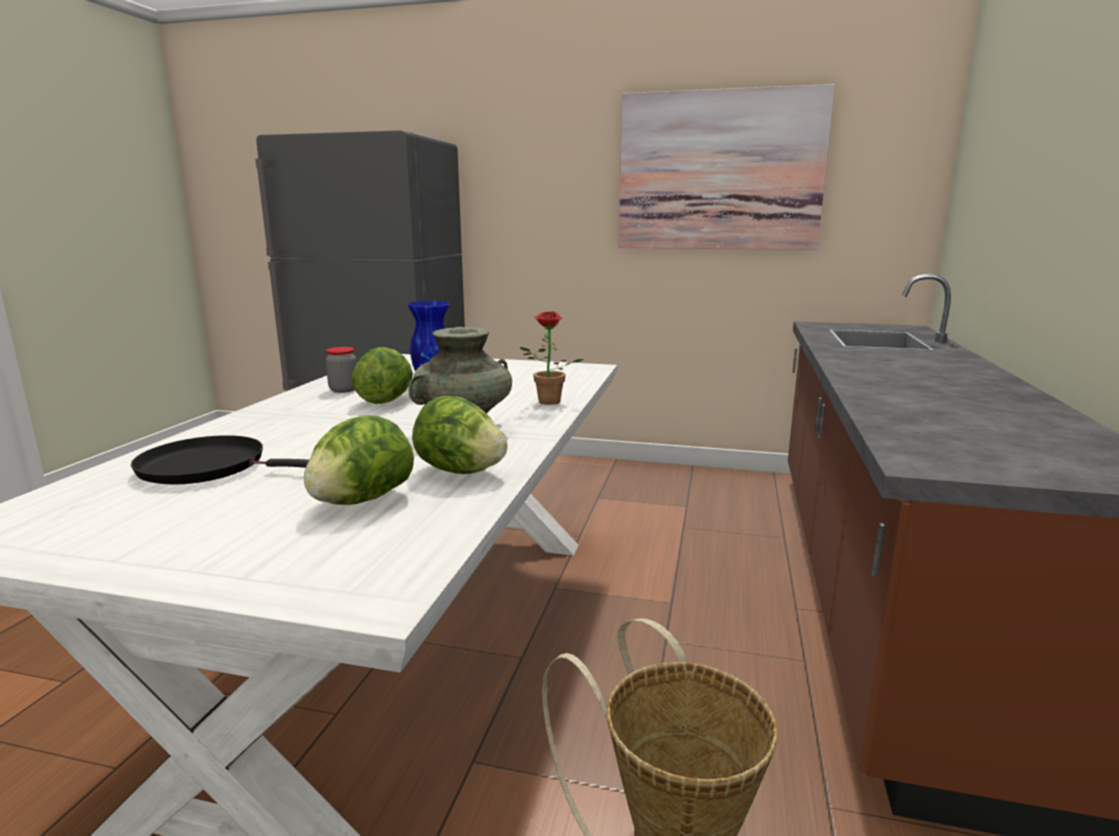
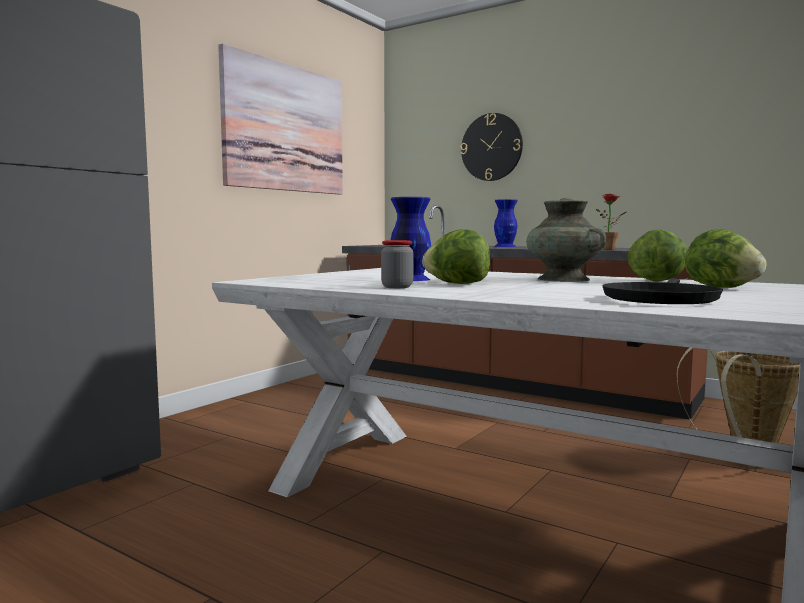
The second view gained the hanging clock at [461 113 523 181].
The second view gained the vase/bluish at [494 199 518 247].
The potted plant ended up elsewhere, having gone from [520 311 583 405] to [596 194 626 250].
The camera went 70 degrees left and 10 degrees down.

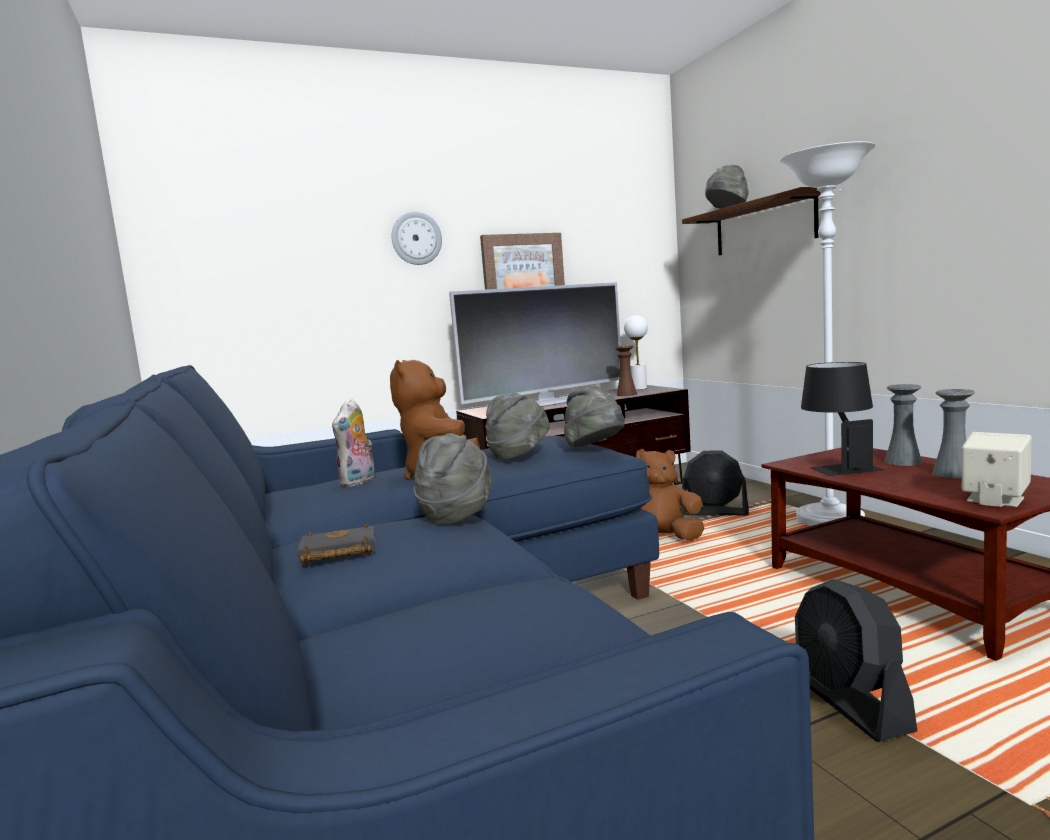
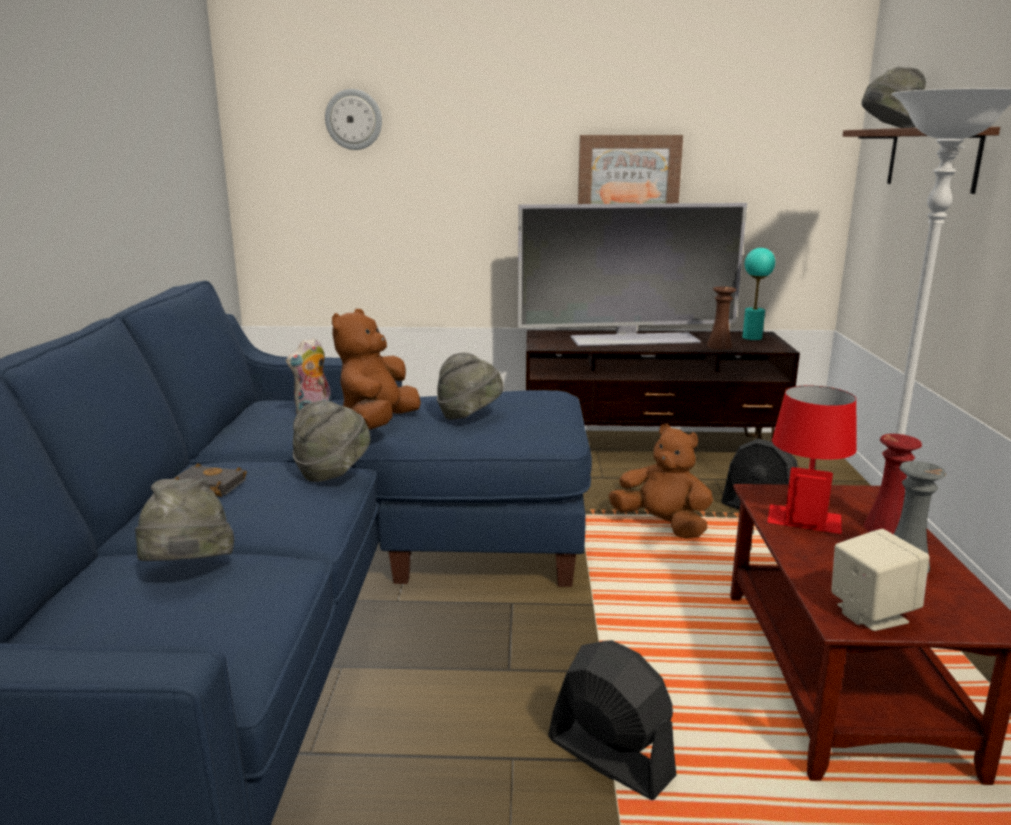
The hanging clock ended up elsewhere, having gone from [391 212 442 265] to [325 89 382 150].
The clothing hat/greyish ended up elsewhere, having gone from [564 386 625 447] to [135 479 234 561].
What was the lamp for a table/white-coloured at [624 315 648 390] turned into the lamp for a table/blue-green at [742 248 775 340].
What was the lamp for a table/blackish at [801 362 884 476] turned into the lamp for a table/red at [767 385 857 534].
What was the vase/greyish at [884 384 922 466] turned into the vase/red at [864 434 922 534].
The electric fan/blackish at [795 579 917 742] ended up facing another way, 120 degrees clockwise from before.
The camera went 25 degrees right and 10 degrees up.

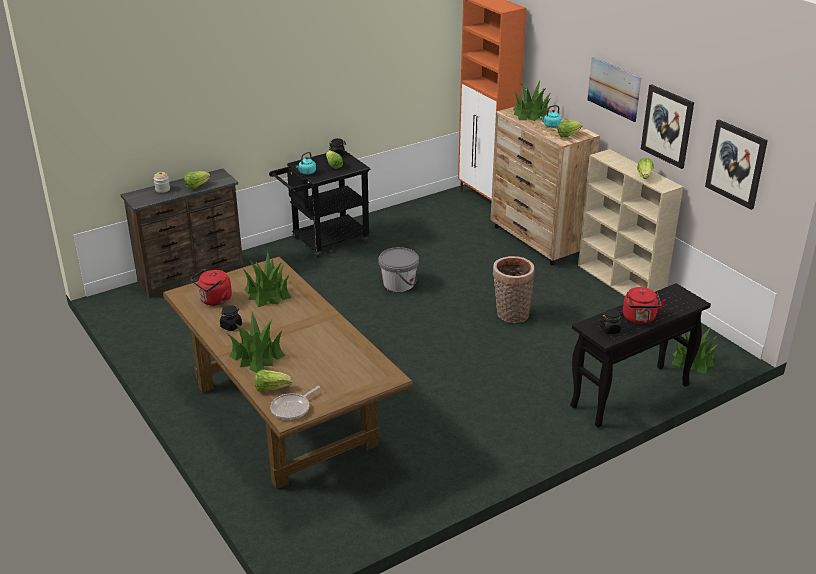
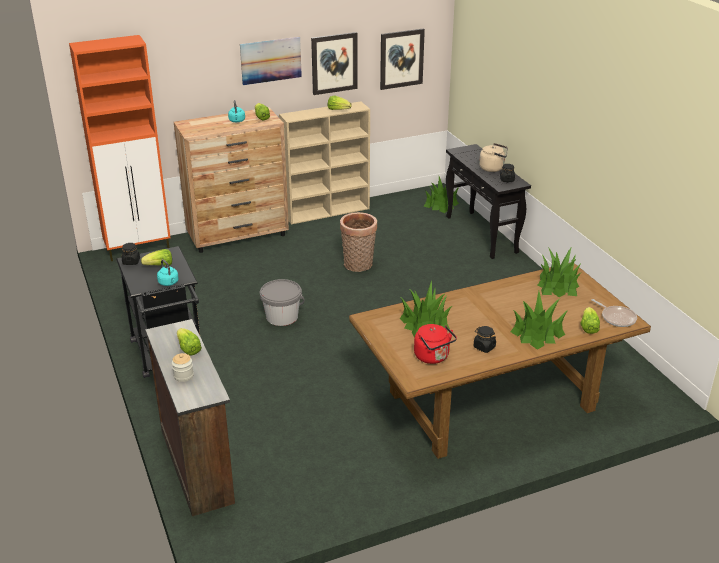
The potted plant ended up elsewhere, having gone from [513 81 551 121] to [537 247 581 297].
What was the water kettle/red at [623 287 666 324] turned into the water kettle/beige at [479 143 508 172].
The camera went 80 degrees left and 0 degrees up.

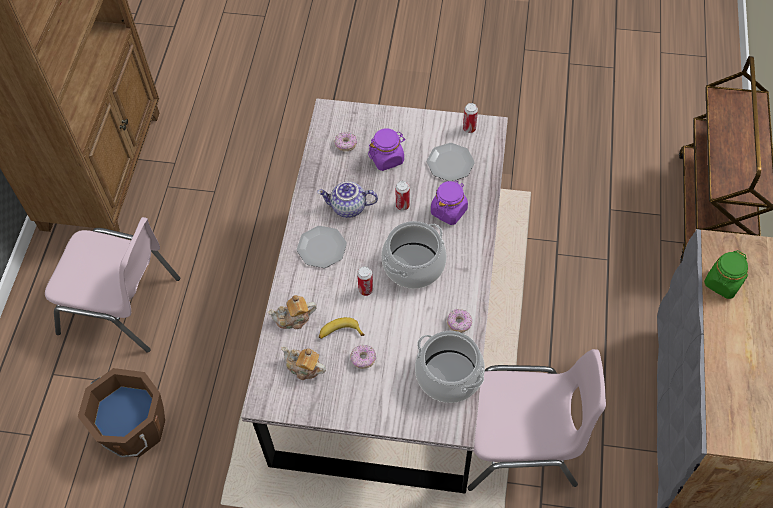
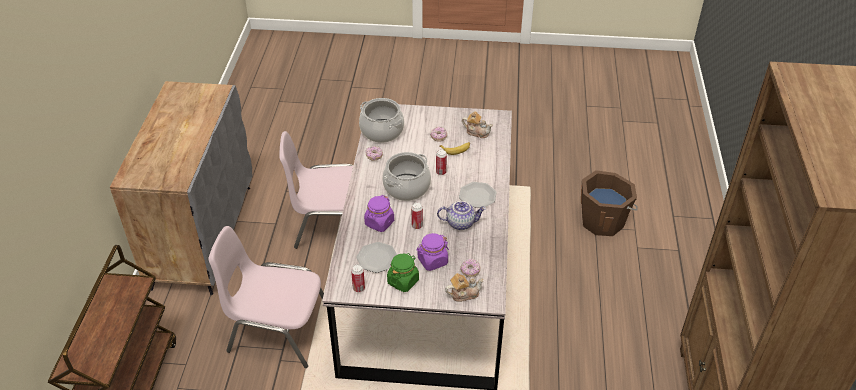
The chair/pink-coloured ended up elsewhere, having gone from [45 217 180 353] to [208 226 327 368].
The pot for tea ended up elsewhere, having gone from [268 295 317 329] to [445 273 484 302].
The jar/green ended up elsewhere, having gone from [704 250 748 299] to [387 253 419 292].
The camera went 175 degrees right and 15 degrees down.

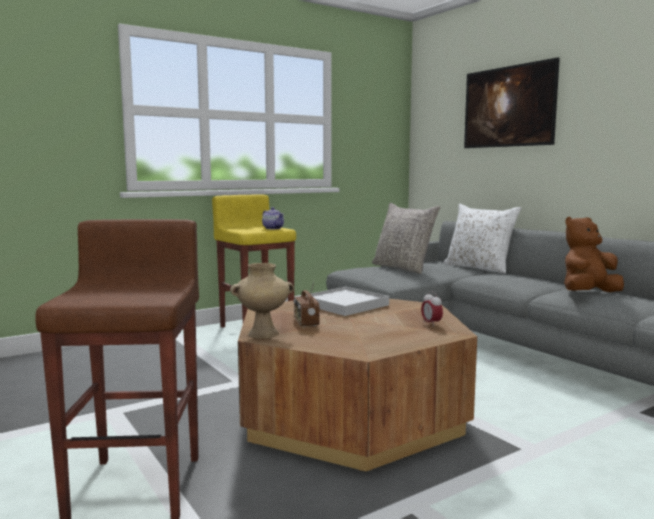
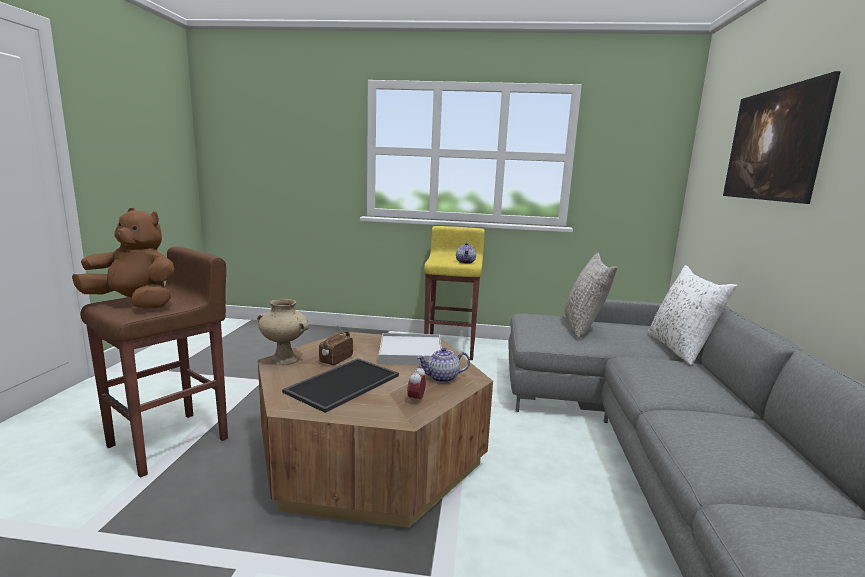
The second view gained the serving tray at [282 358 399 413].
The second view gained the pot for tea at [417 347 470 383].
The cuddly toy/brown-coloured ended up elsewhere, having gone from [564 217 624 292] to [72 208 175 309].
The camera went 40 degrees right and 5 degrees up.

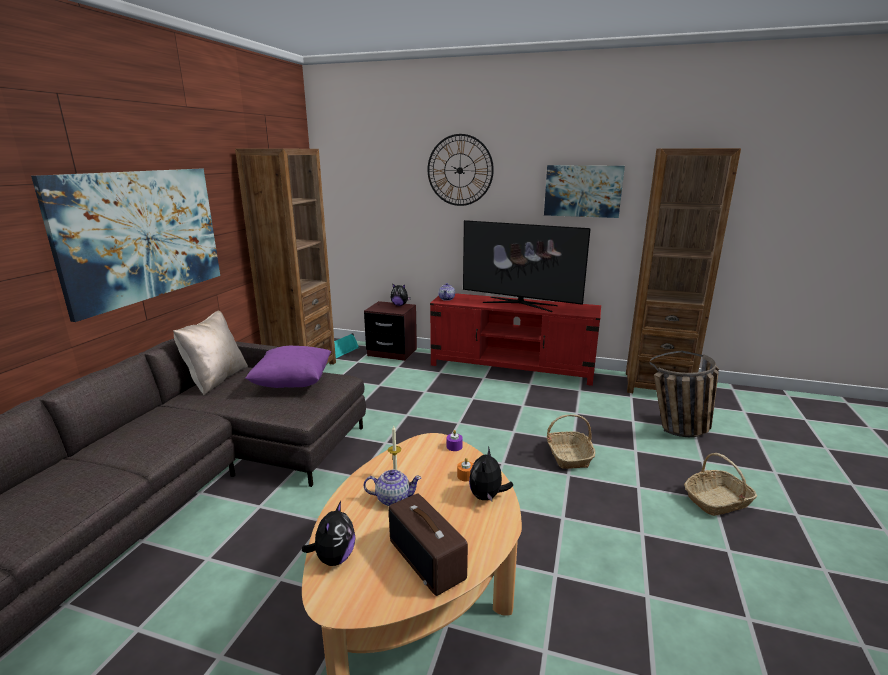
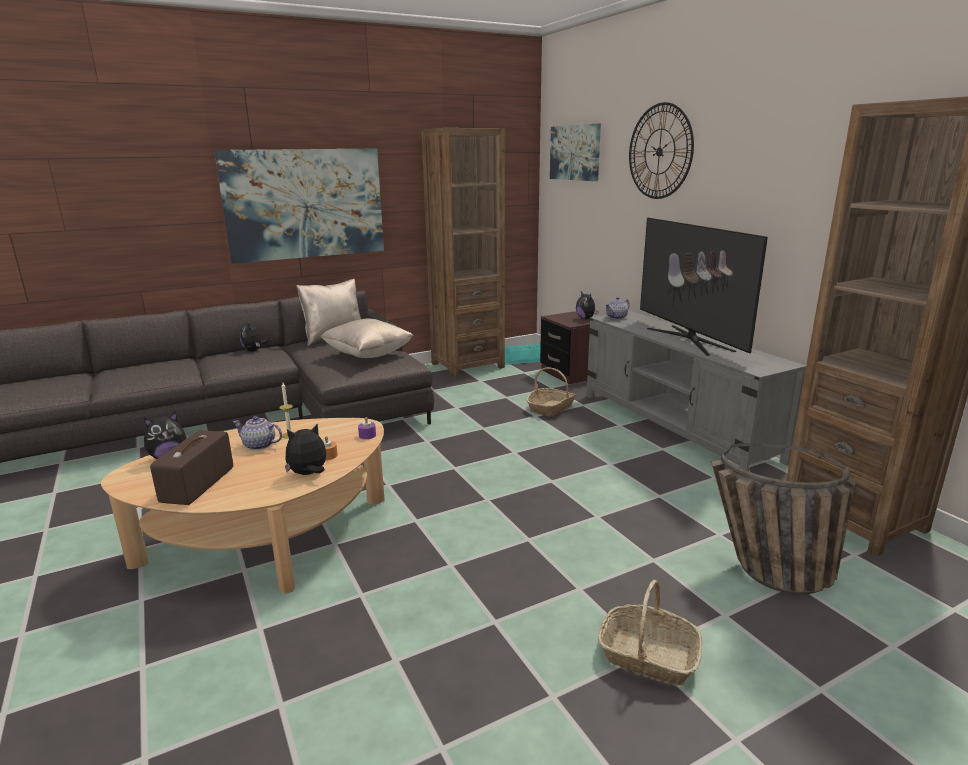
The second view gained the cuddly toy at [240 319 269 352].
The wall picture ended up elsewhere, having gone from [544 165 625 218] to [550 123 601 181].
The basket ended up elsewhere, having gone from [547 414 595 469] to [526 367 576 417].
What was the pillow/purplish at [245 346 331 388] turned into the pillow/beige at [320 319 414 358].
What was the tv unit/red at [430 293 601 386] turned into the tv unit/greyish at [586 311 806 471].
The pot for tea at [364 470 422 506] ended up facing another way, 150 degrees clockwise from before.
The camera went 45 degrees right and 0 degrees up.

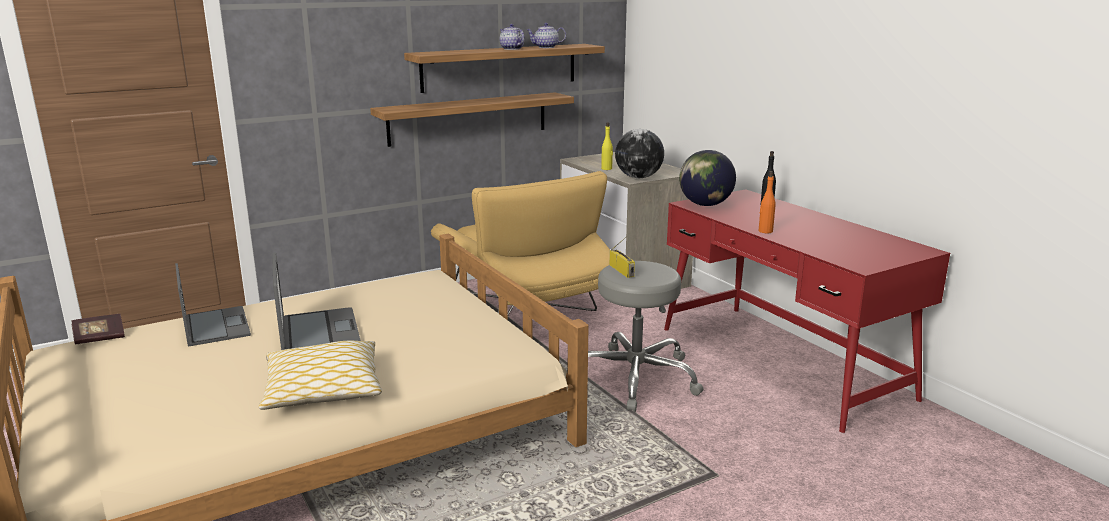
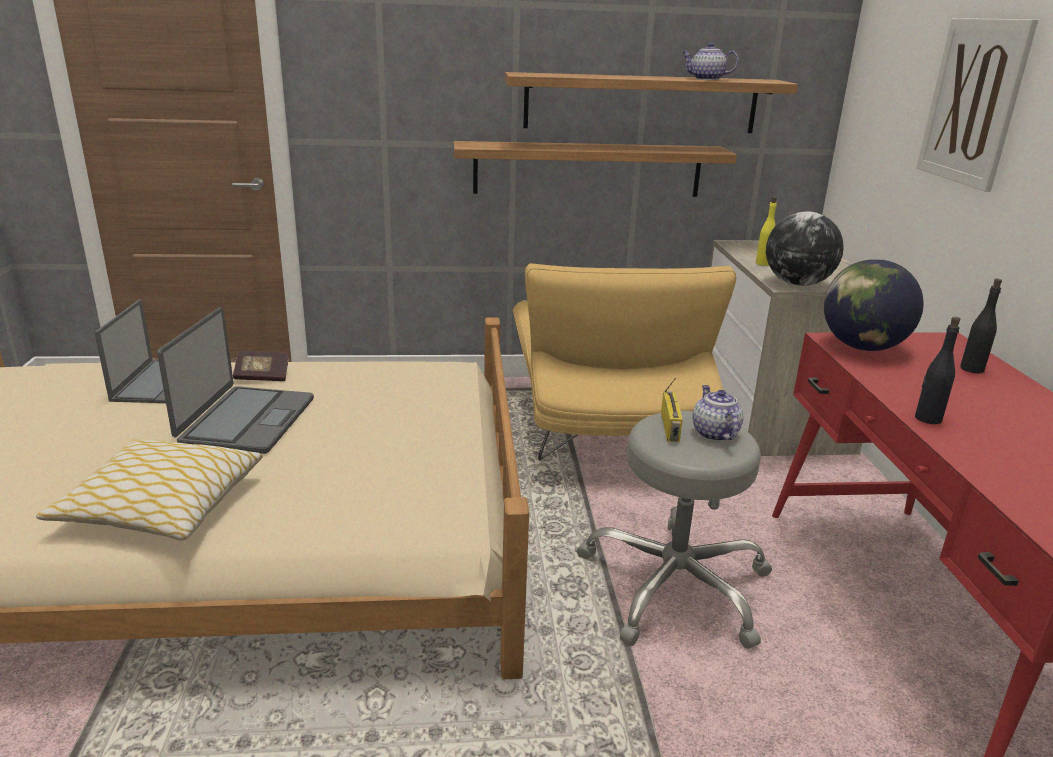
The second view gained the wall picture at [917 18 1038 192].
The book ended up elsewhere, having gone from [71 314 125 344] to [233 351 289 381].
The pot for tea ended up elsewhere, having gone from [500 24 524 50] to [692 385 744 441].
What was the bottle/orange at [758 171 776 233] turned into the bottle/blackish at [915 317 960 424].
The camera went 25 degrees right and 5 degrees up.

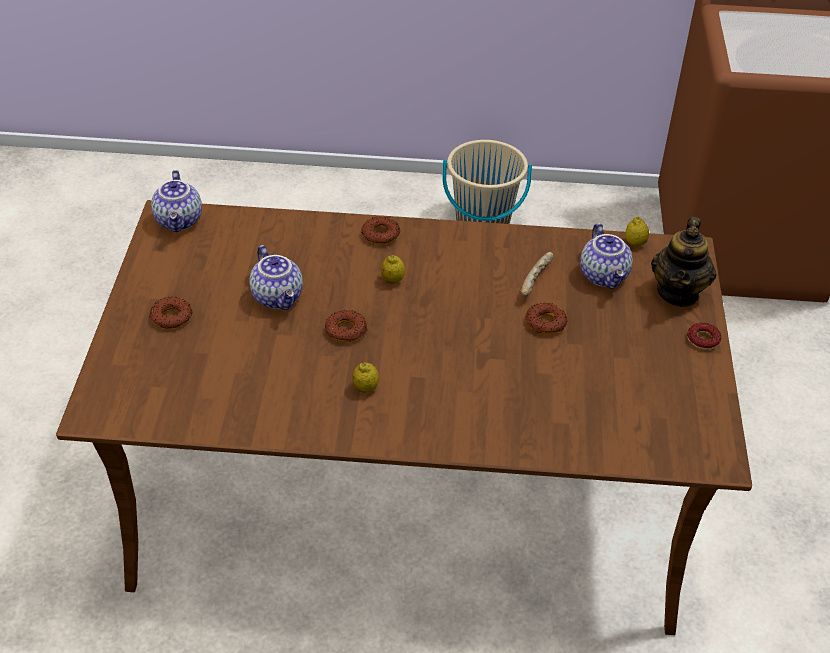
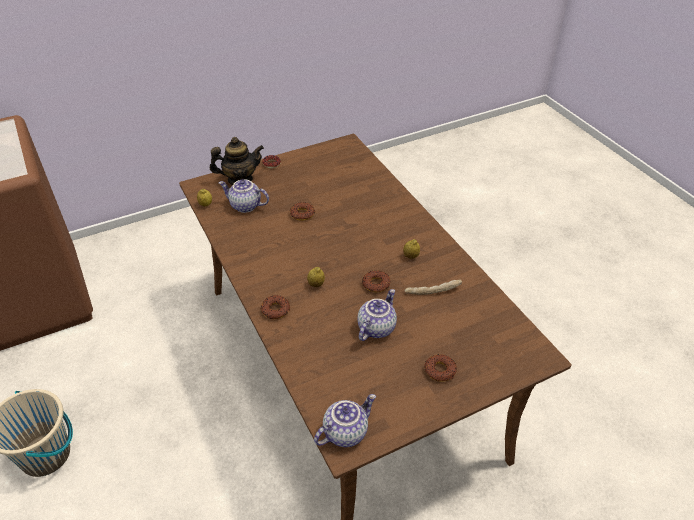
The bakery bread ended up elsewhere, having gone from [521 252 553 297] to [405 279 462 295].
The pot for tea at [580 223 633 289] ended up facing another way, 120 degrees counterclockwise from before.
The camera went 120 degrees left and 0 degrees up.

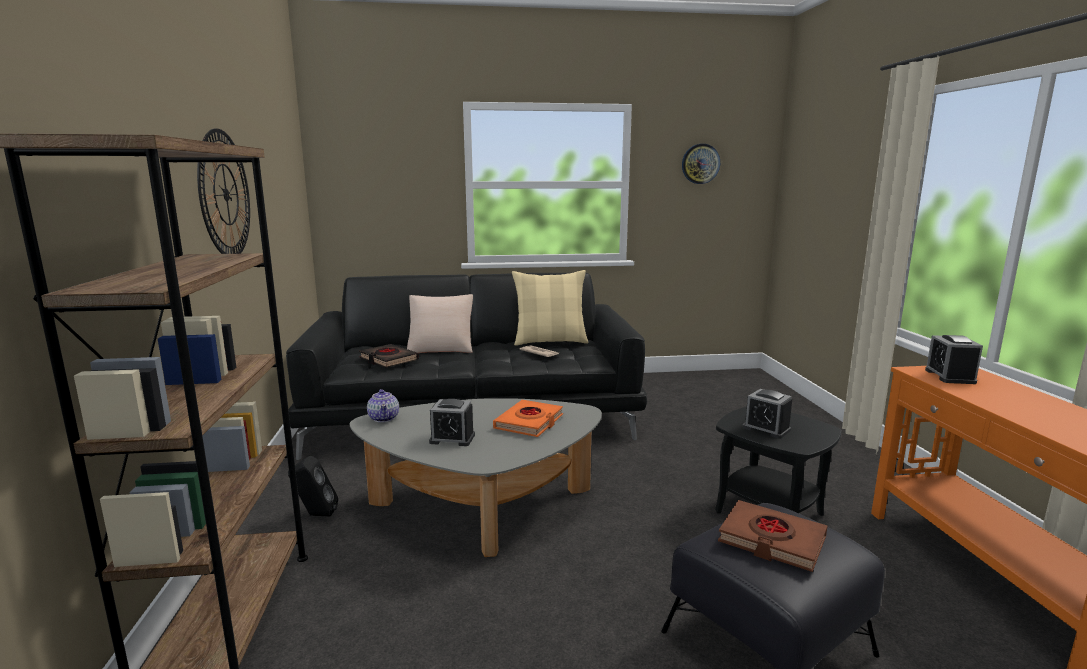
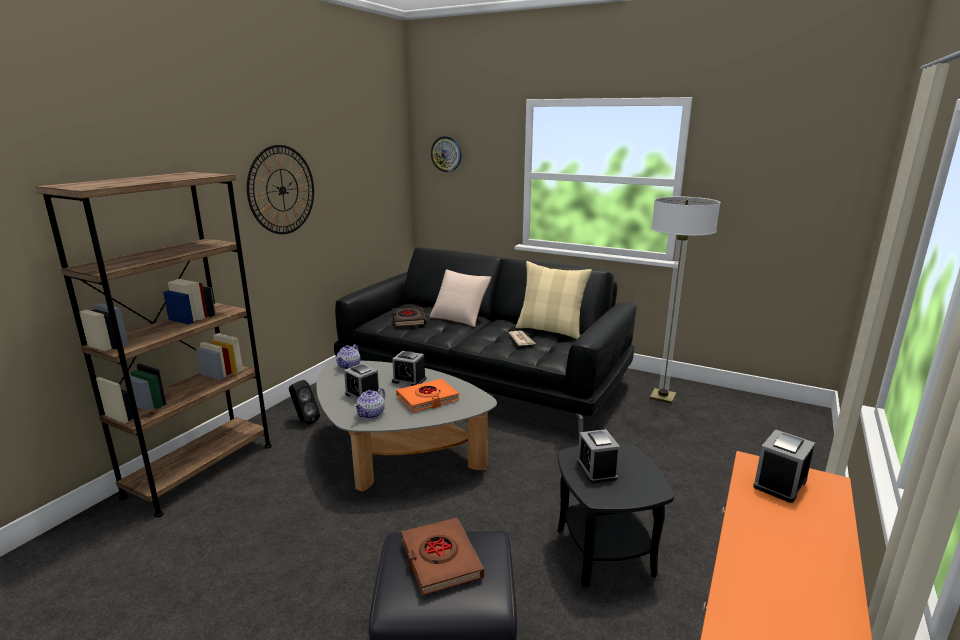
The second view gained the pot for tea at [354 388 385 419].
The second view gained the alarm clock at [392 351 426 386].
The second view gained the standard lamp at [650 196 720 404].
The hanging clock ended up elsewhere, having gone from [682 144 720 184] to [431 136 462 172].
The camera went 35 degrees right and 5 degrees up.

